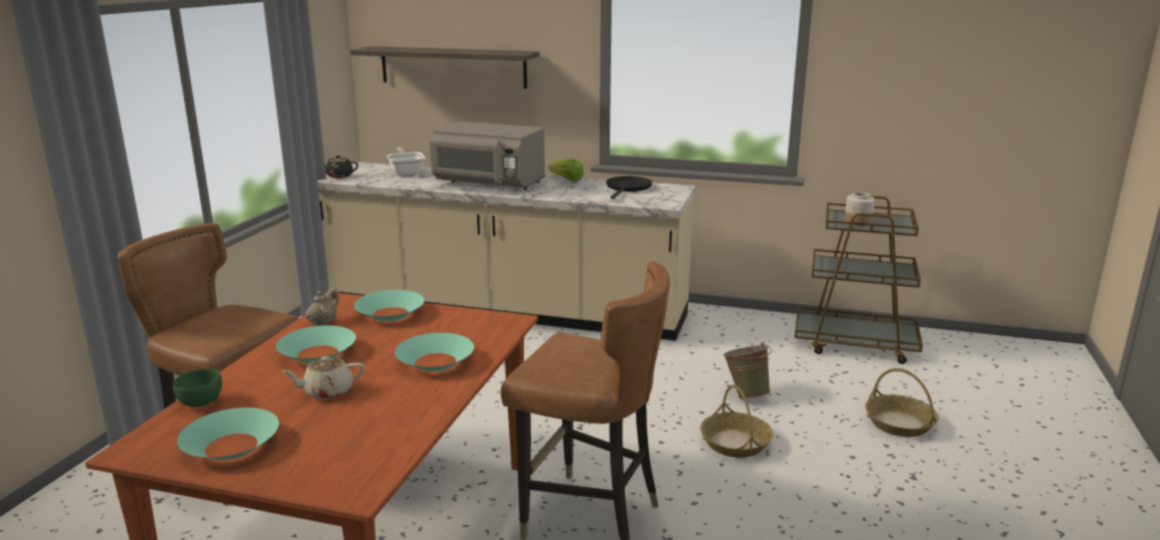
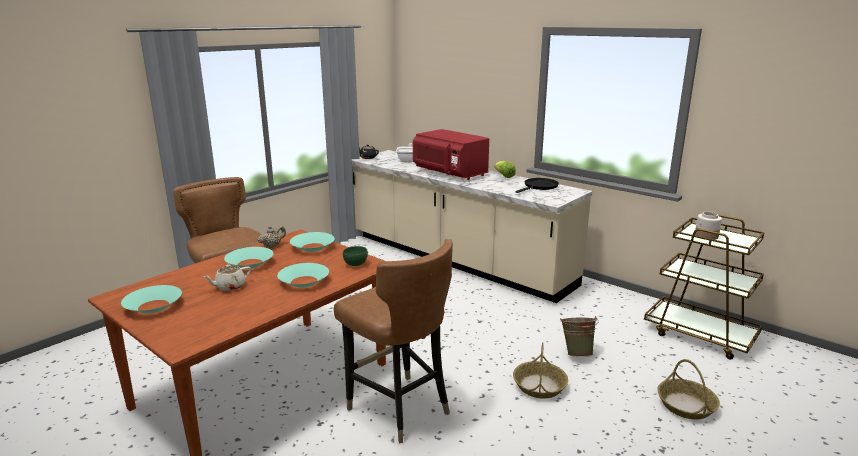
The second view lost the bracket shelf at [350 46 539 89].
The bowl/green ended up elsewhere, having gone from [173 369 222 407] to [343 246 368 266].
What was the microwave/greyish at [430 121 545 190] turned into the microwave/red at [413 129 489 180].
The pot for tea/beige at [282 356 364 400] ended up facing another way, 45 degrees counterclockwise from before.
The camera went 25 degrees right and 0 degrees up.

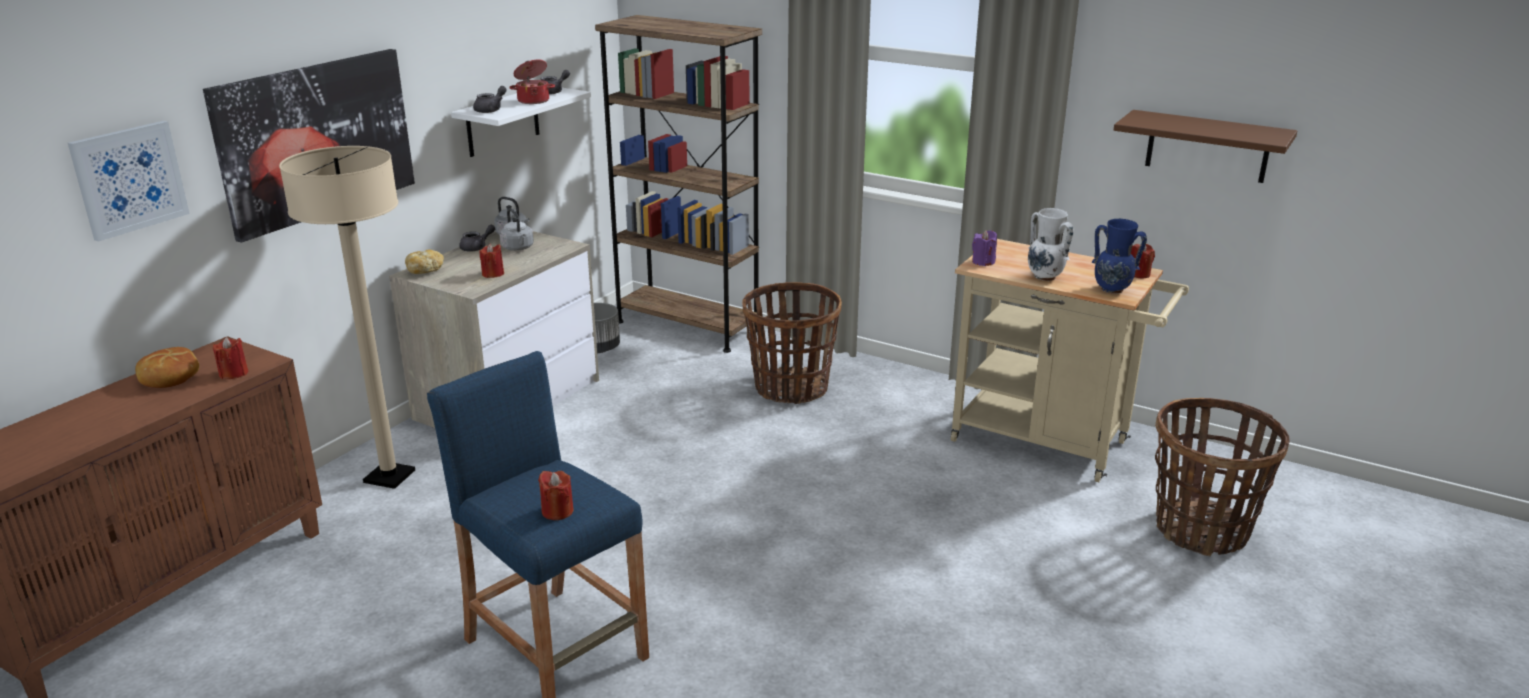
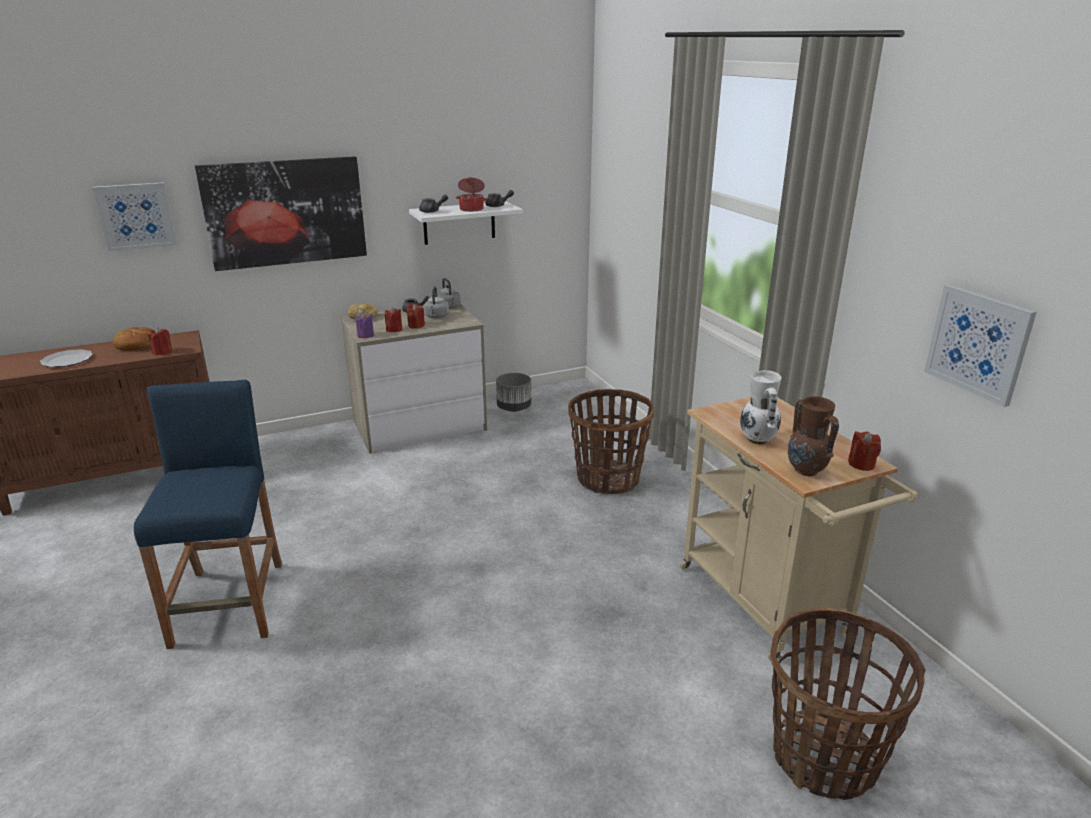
The second view lost the standard lamp/beige at [279 146 415 489].
The second view lost the bookcase/brown-coloured at [595 15 762 353].
The second view gained the dinner plate at [40 349 93 367].
The candle/red ended up elsewhere, having gone from [538 471 574 520] to [407 303 425 329].
The candle/purplish ended up elsewhere, having gone from [972 230 997 266] to [356 313 374 338].
Where the bracket shelf/brown-coloured hung at [1114 110 1297 183], the wall picture came to hang at [924 284 1037 407].
What was the vase/bluish at [1092 219 1147 294] turned into the vase/brown-coloured at [788 396 839 476].
The camera went 35 degrees right and 0 degrees up.

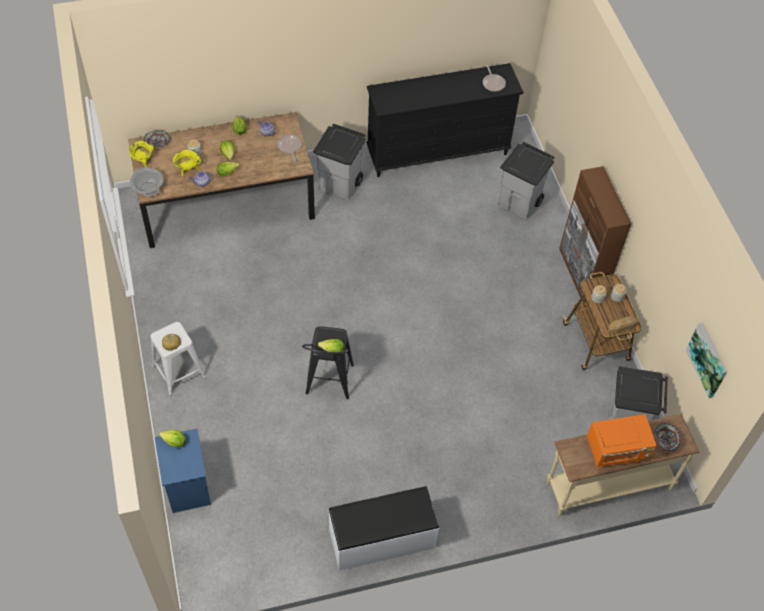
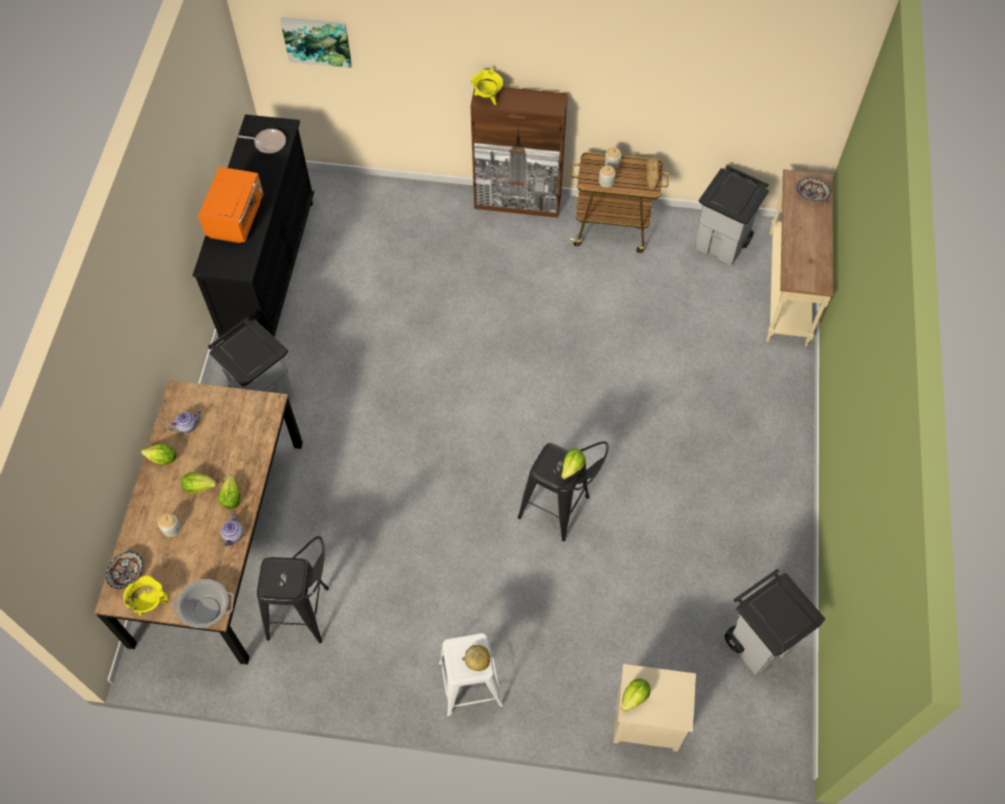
The second view lost the pan at [278 135 301 162].
The second view lost the long seat/white-coloured at [328 486 439 571].
The second view gained the stool/blackish at [257 536 329 643].
The saucepot/yellow-coloured ended up elsewhere, having gone from [173 150 201 177] to [471 67 503 105].
The rubbish bin/greyish ended up elsewhere, having gone from [498 142 554 220] to [724 569 825 675].
The microwave/orange ended up elsewhere, having gone from [587 414 657 467] to [198 167 263 243].
The wall picture ended up elsewhere, having gone from [686 323 727 398] to [280 17 352 68].
What was the nightstand/bluish at [155 429 211 513] turned into the nightstand/beige at [613 664 696 752].
The camera went 65 degrees left and 5 degrees up.

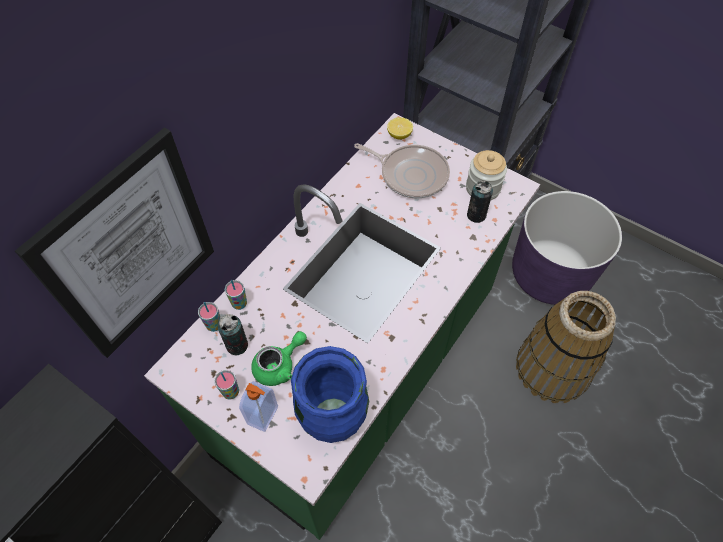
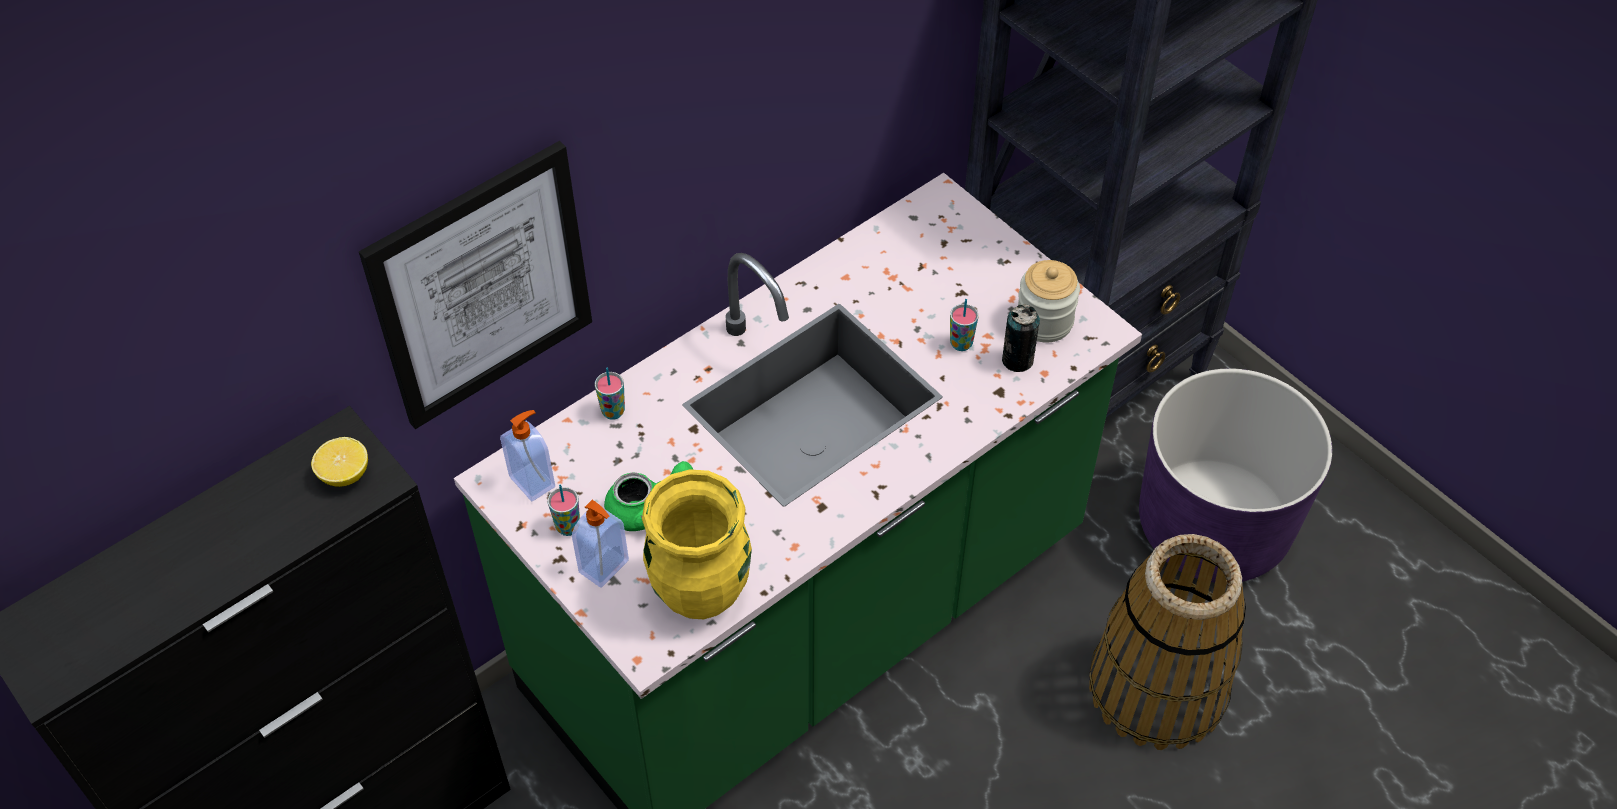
The second view lost the metal can at [218 314 248 356].
The second view lost the pan at [354 143 450 198].
The second view gained the soap bottle at [500 410 555 502].
The drinking cup ended up elsewhere, having gone from [198 302 221 332] to [950 299 979 351].
The citrus fruit ended up elsewhere, having gone from [387 117 413 140] to [311 437 368 487].
What was the vase/bluish at [291 346 369 443] turned into the vase/yellow-coloured at [642 469 752 619].
The camera went 15 degrees right and 5 degrees down.

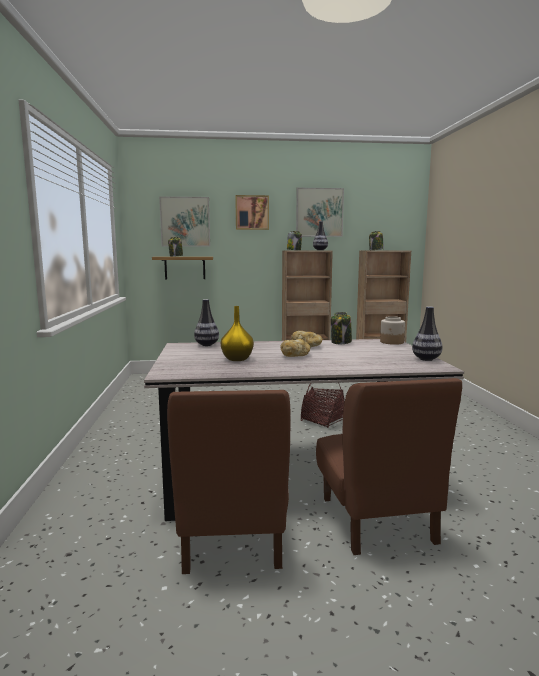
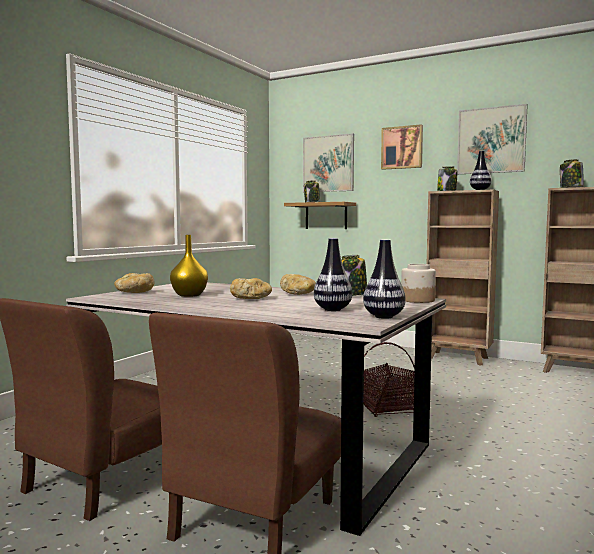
The second view gained the bakery bread at [114 273 155 293].
The vase ended up elsewhere, having gone from [194 299 219 346] to [314 238 352 311].
The camera went 35 degrees right and 5 degrees down.

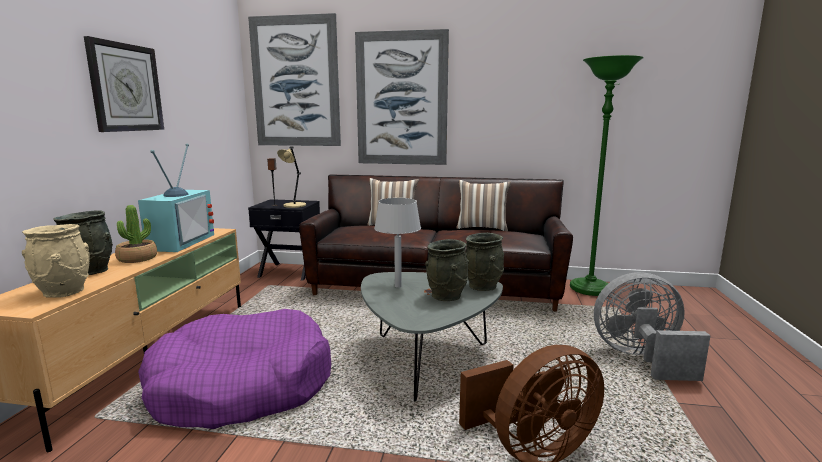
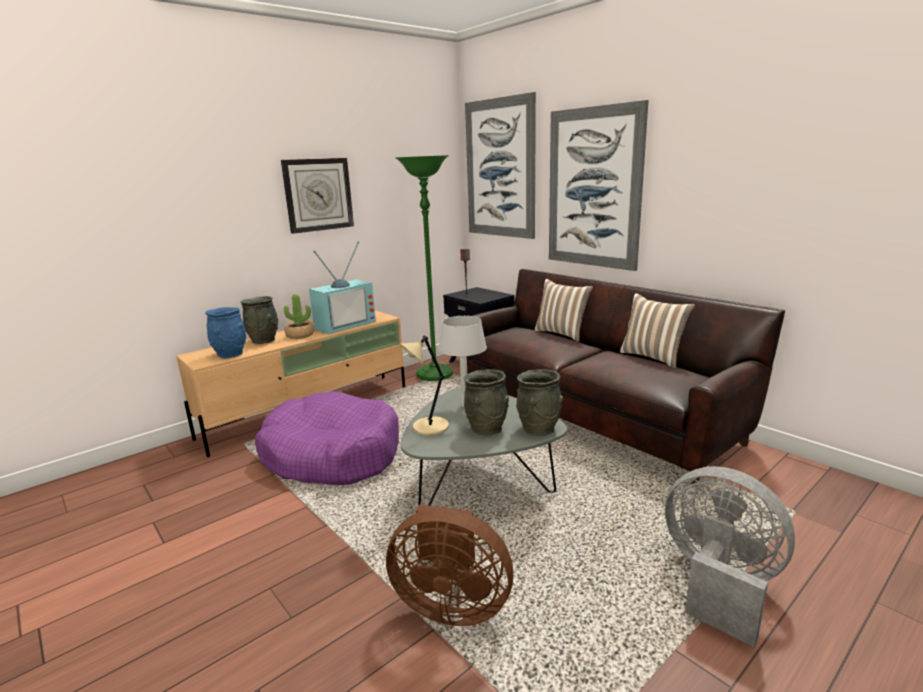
The lamp for a table/beige ended up elsewhere, having gone from [277 146 306 208] to [400 335 449 436].
The standard lamp/green ended up elsewhere, having gone from [570 55 644 296] to [396 155 453 381].
What was the vase/beige at [22 224 90 298] turned into the vase/bluish at [205 307 246 358].
The camera went 40 degrees right and 5 degrees up.

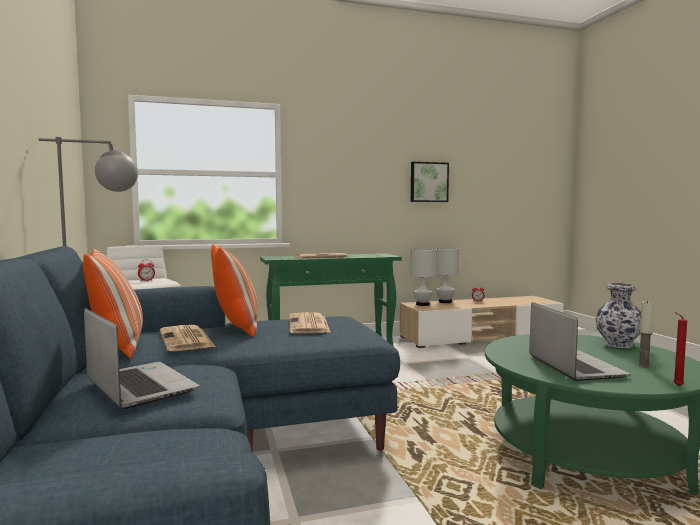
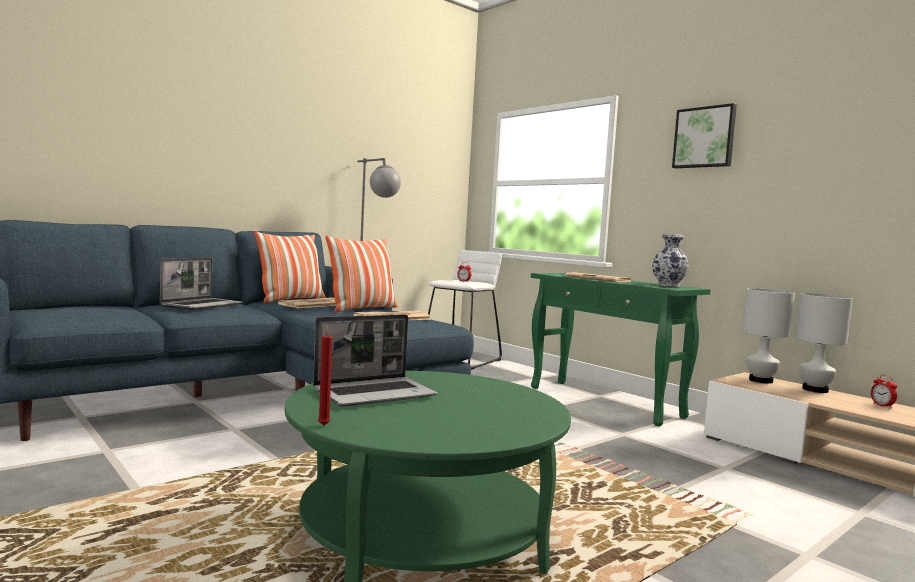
The second view lost the candle at [637 301 654 368].
The wall picture ended up elsewhere, having gone from [411 162 449 202] to [672 103 737 168].
The vase ended up elsewhere, having gone from [595 283 641 348] to [652 234 689 287].
The camera went 65 degrees right and 0 degrees up.

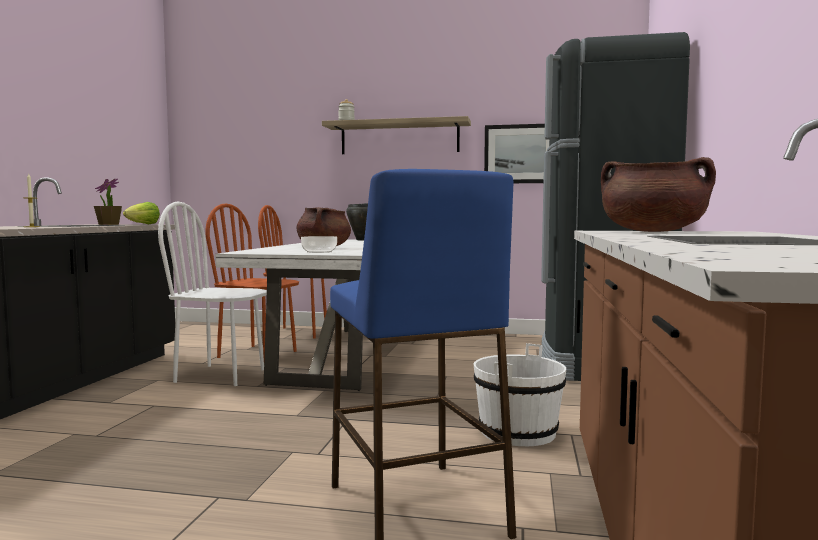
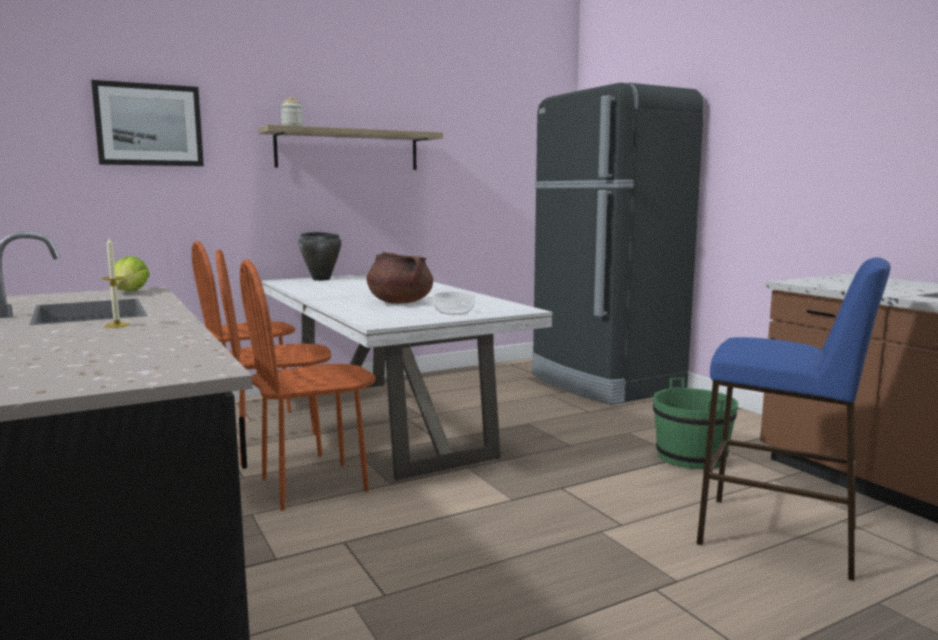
The second view lost the potted plant at [94 178 122 225].
The second view lost the saucepot/brown-coloured at [601 157 716 232].
The wall picture ended up elsewhere, having gone from [484 124 549 183] to [91 80 204 166].
What was the chair/white-coloured at [158 201 267 386] turned into the chair/brown-coloured at [240 259 376 511].
What was the pail/white-coloured at [474 343 566 446] turned into the pail/green at [653 378 738 469].
The camera went 40 degrees left and 5 degrees up.

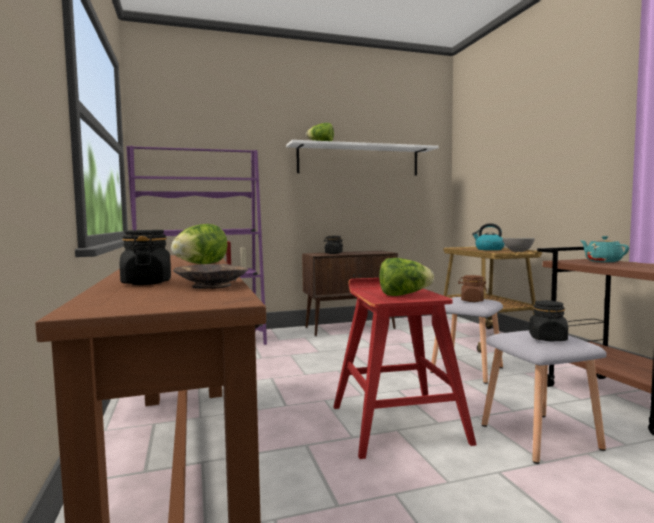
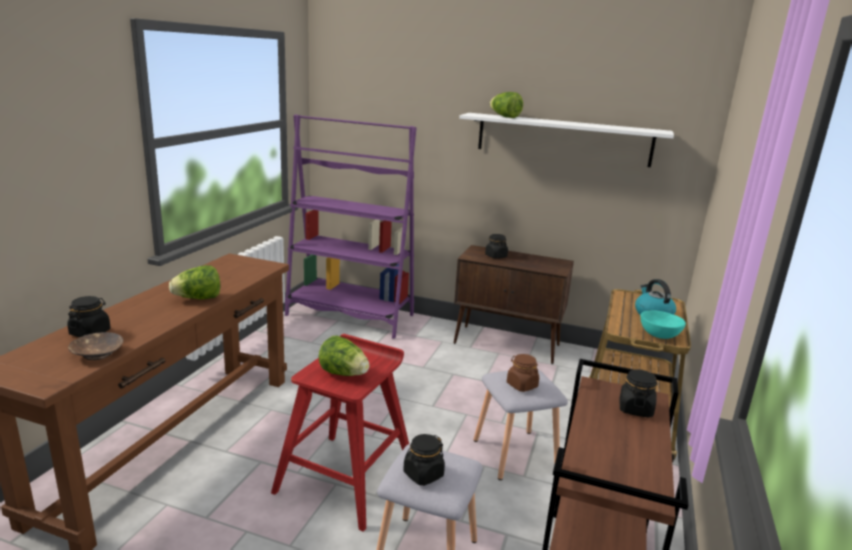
Where the pot for tea/blue-green stood at [580 236 629 262], the jar/blackish came to stand at [620 369 657 417].
What was the bowl/greyish at [502 238 535 252] turned into the bowl/blue-green at [641 311 686 339].
The camera went 35 degrees right and 15 degrees up.

